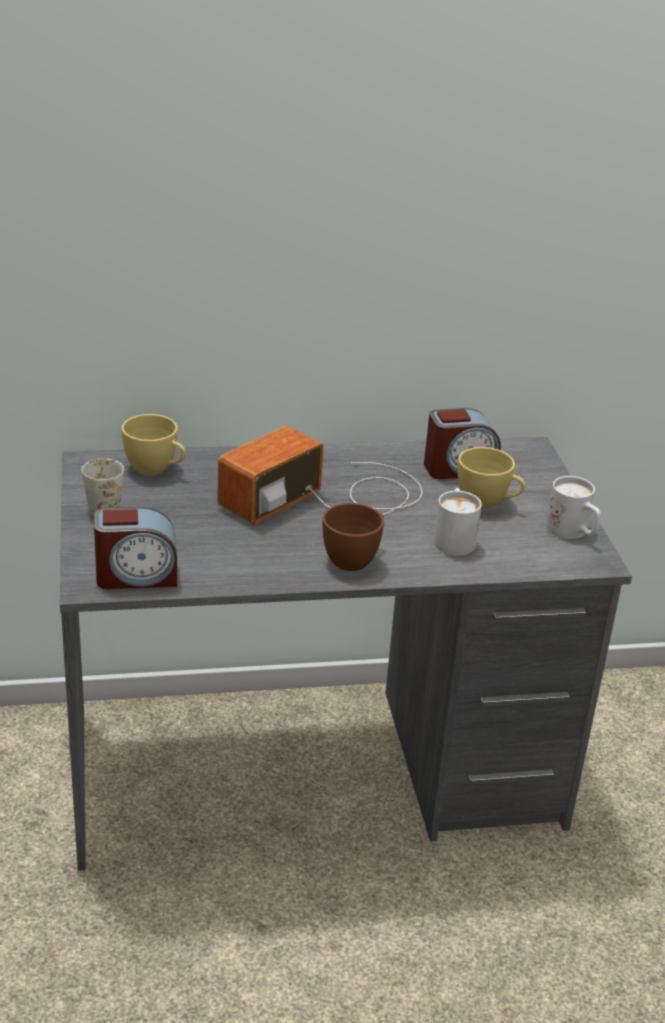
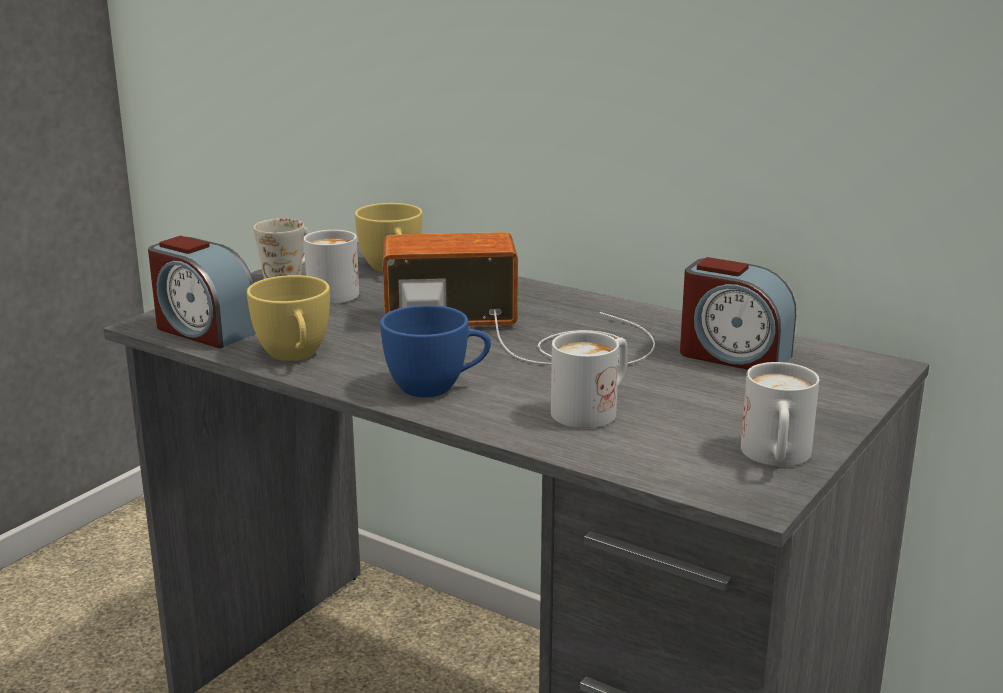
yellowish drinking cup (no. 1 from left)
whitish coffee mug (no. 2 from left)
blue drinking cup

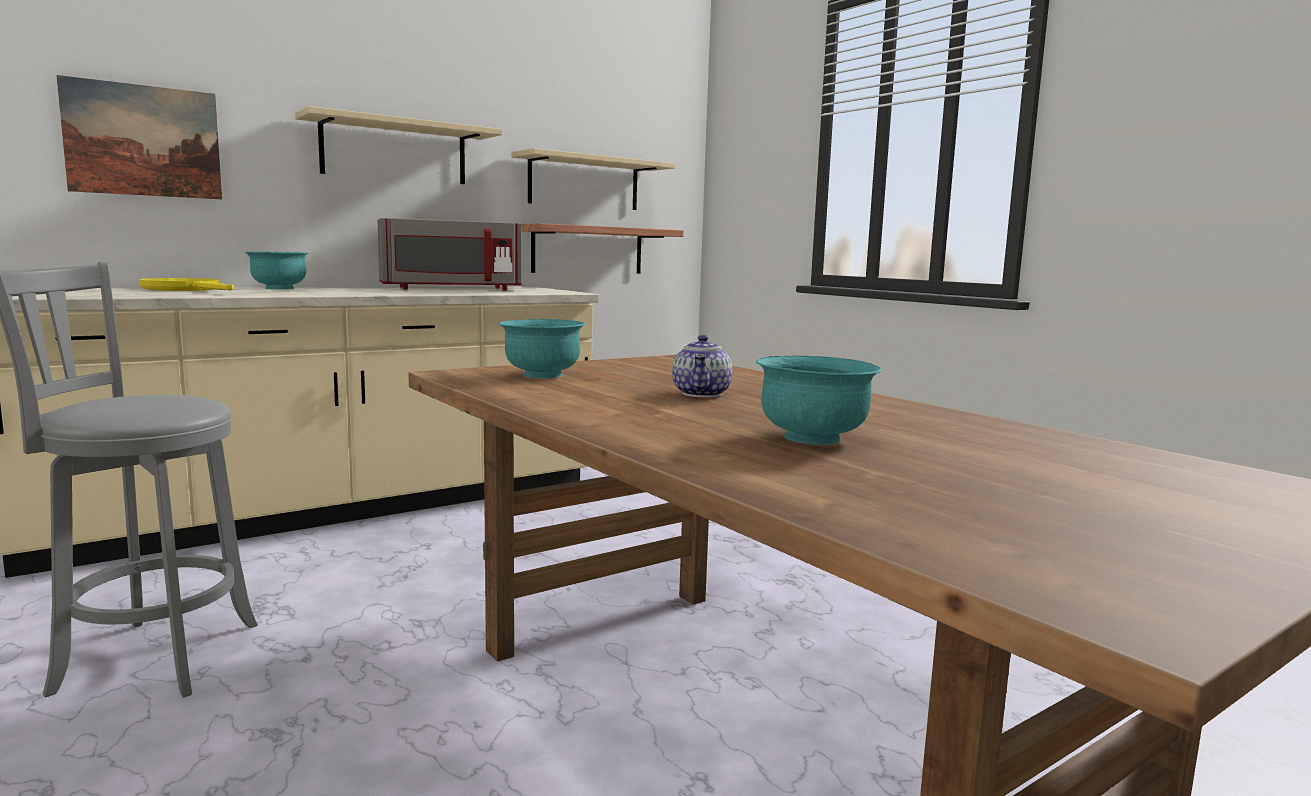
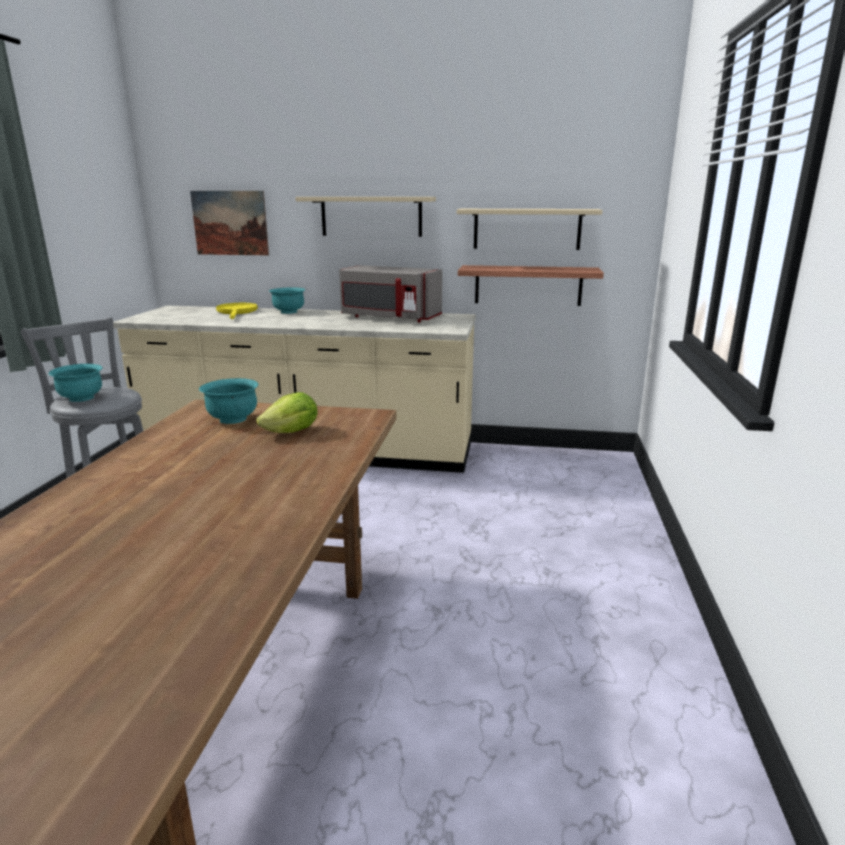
turquoise-coloured bowl (no. 1 from left)
head of lettuce
teapot

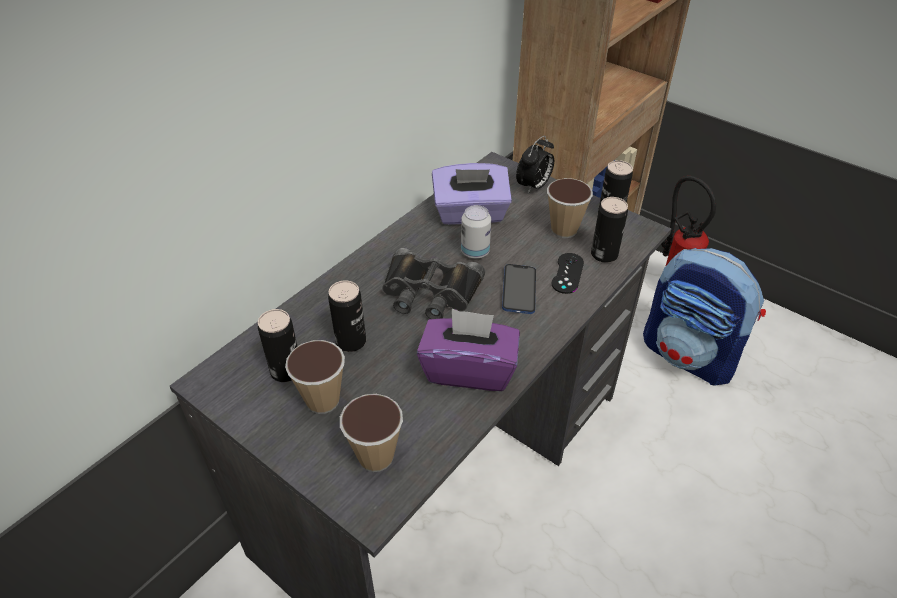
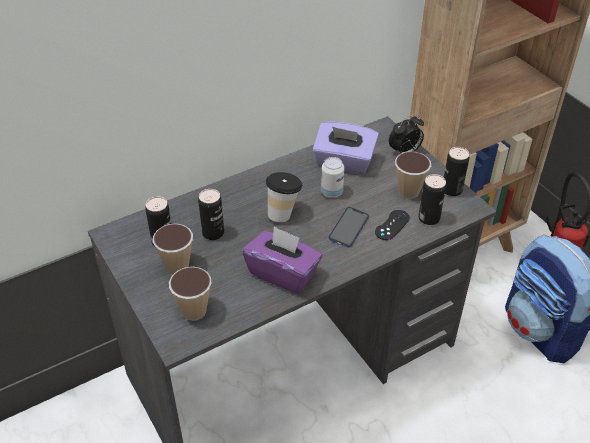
drinking cup (no. 3 from left)

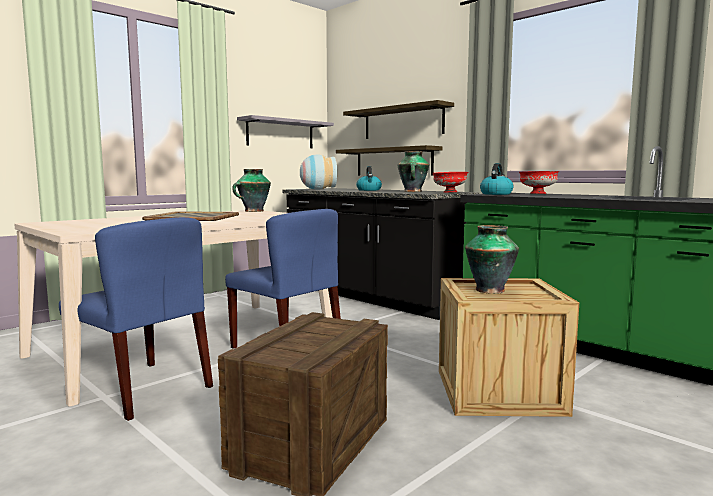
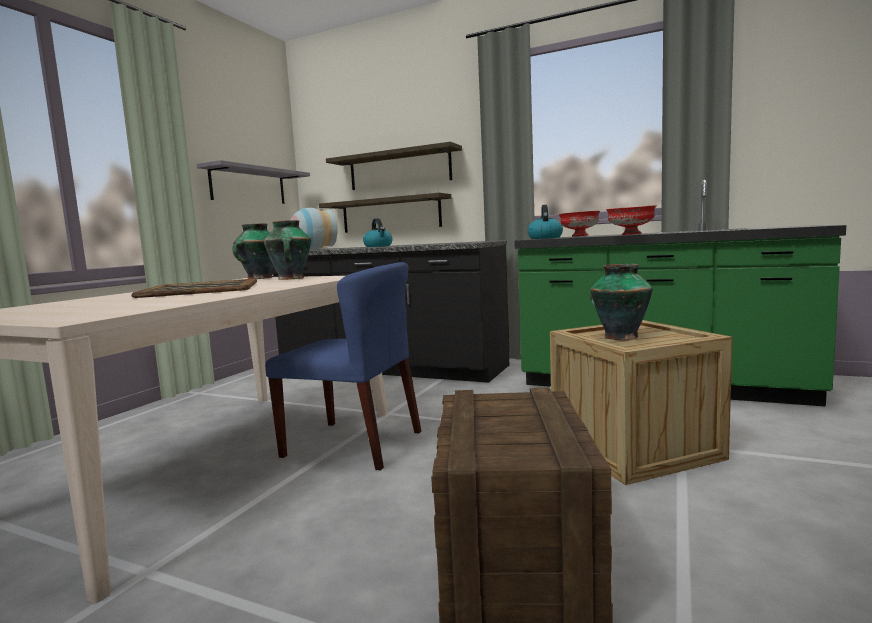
vase (no. 2 from left)
red bowl (no. 2 from left)
blue plain chair (no. 1 from left in the first image)

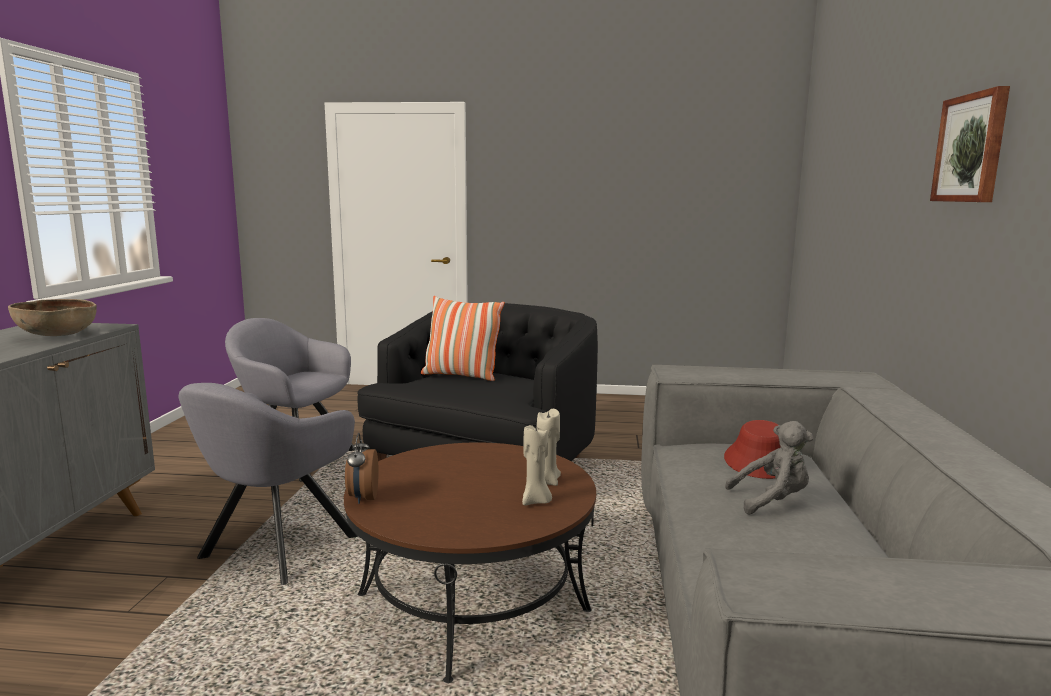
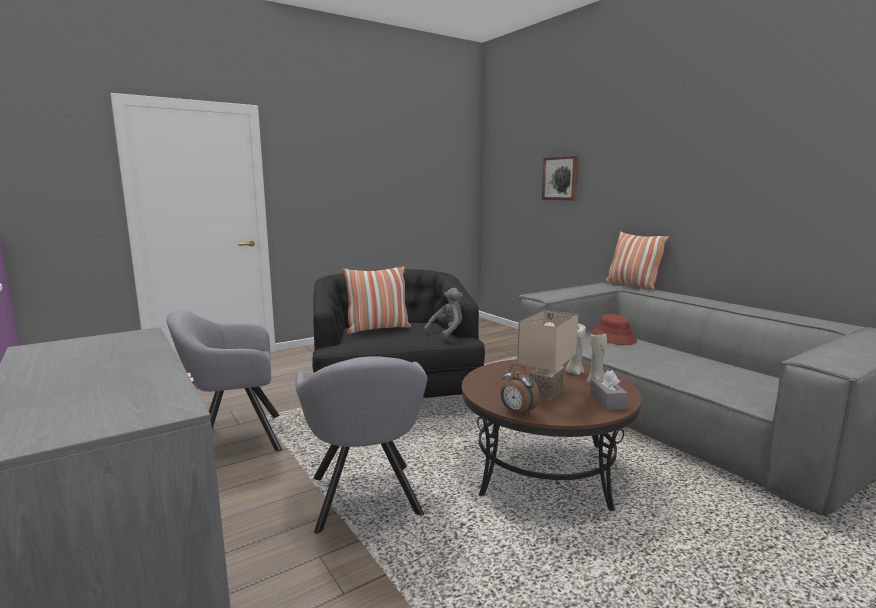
greyish cuddly toy
beige-coloured tabletop lamp
wall art
greyish tissue holder
throw pillow (no. 2 from left)
brownish bowl

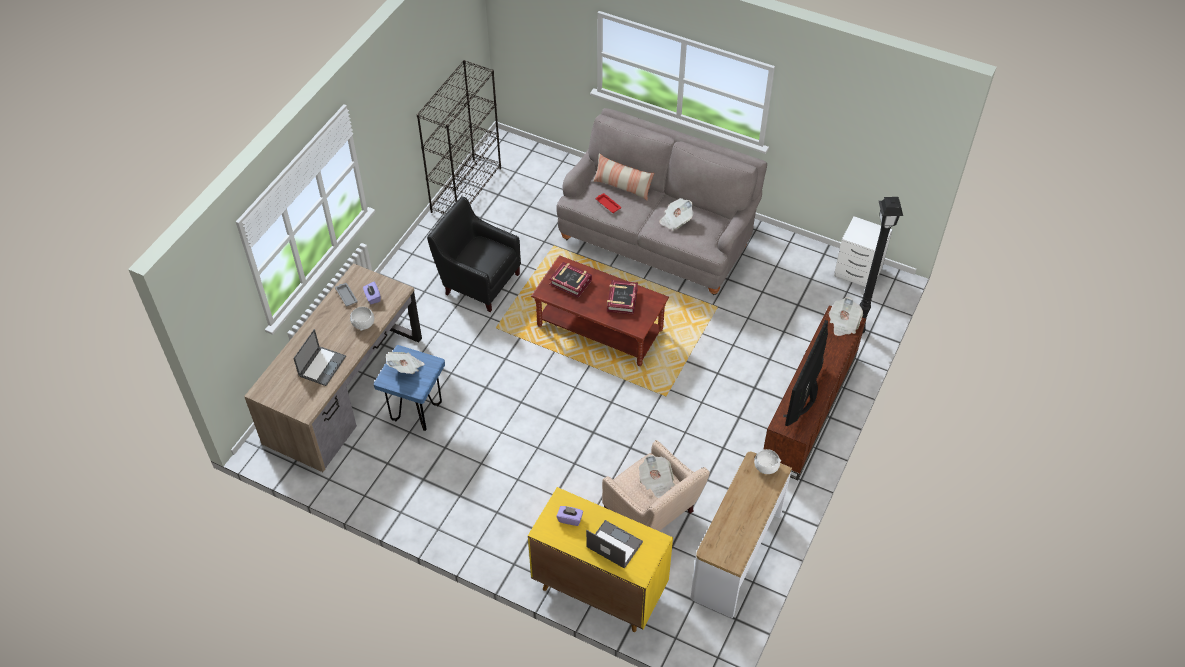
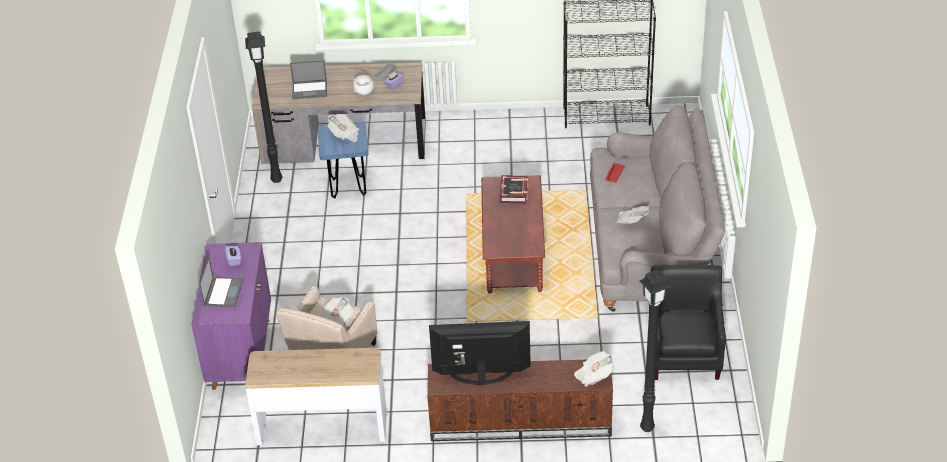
purplish cupboard
black-coloured floor lamp (no. 1 from left)
black-coloured armchair
throw pillow
volume (no. 2 from left in the first image)
whitish bowl (no. 2 from left in the first image)
whitish nightstand

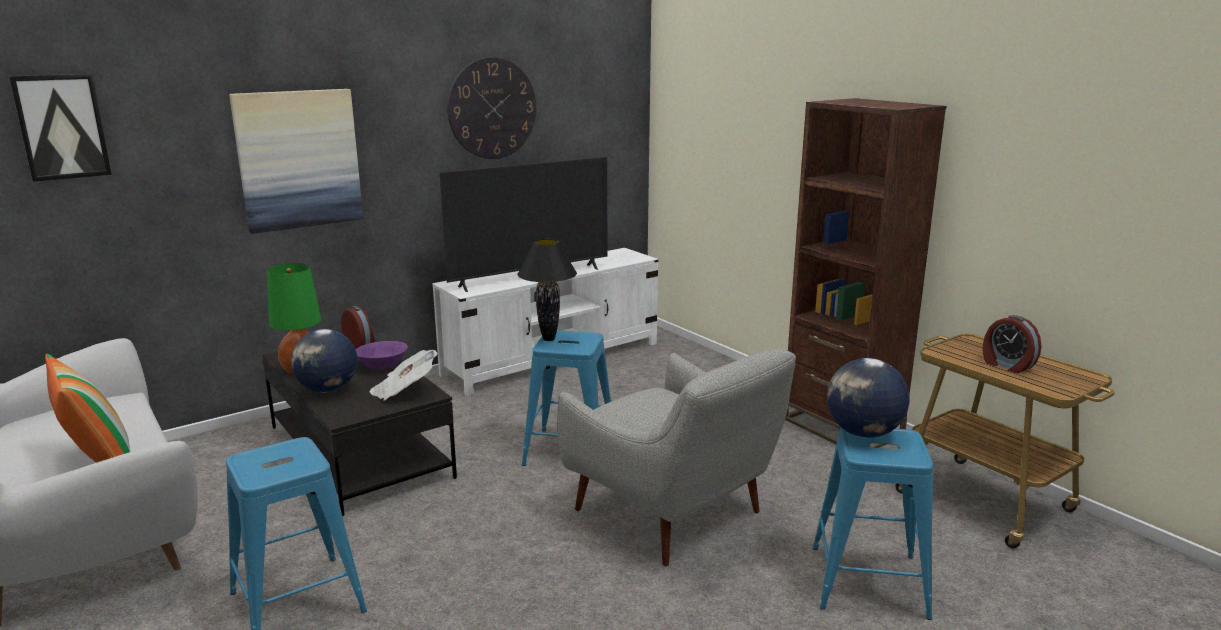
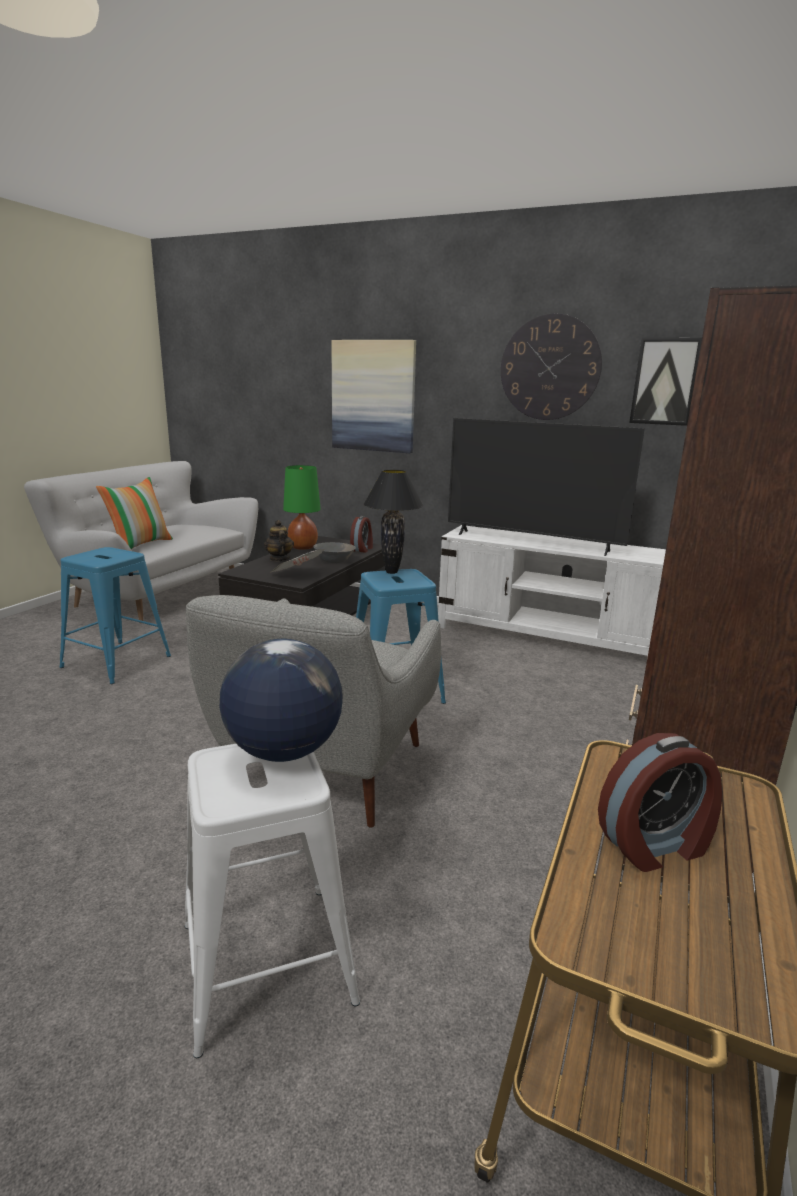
whitish sitting stool
teapot
greyish bowl
bedside clock (no. 2 from left)
wall art (no. 2 from left)

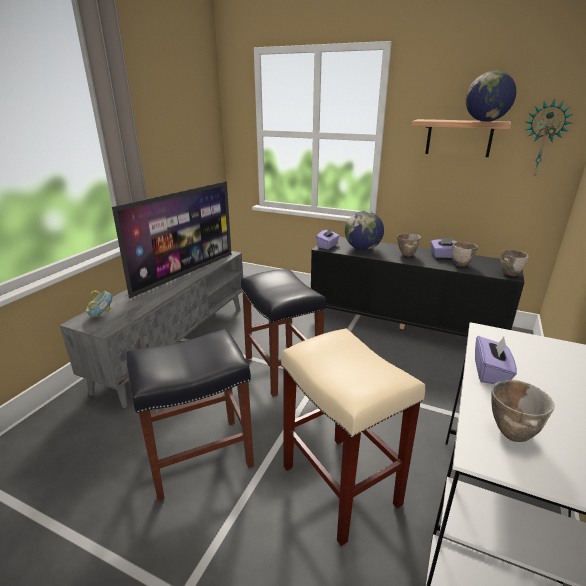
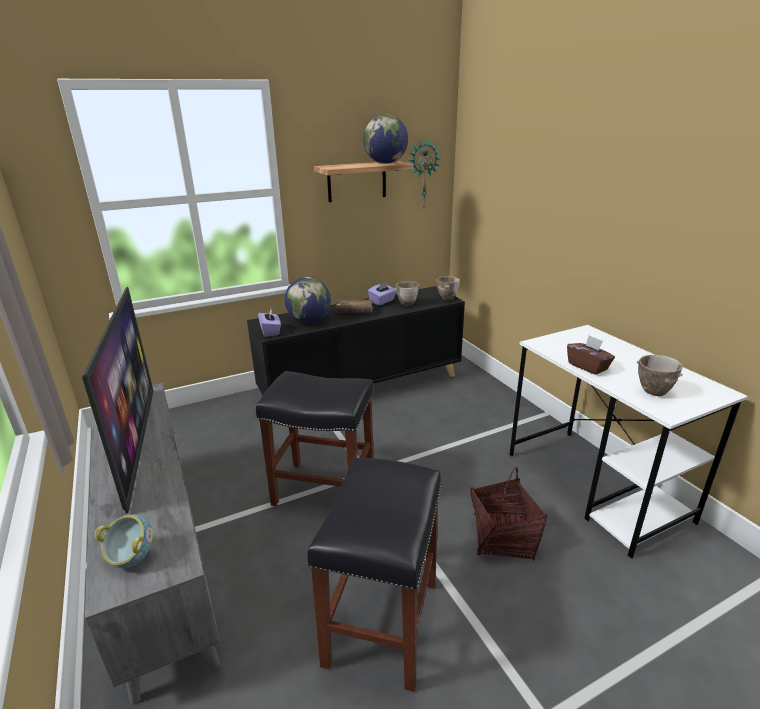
brownish volume
household basket
brownish tissue holder

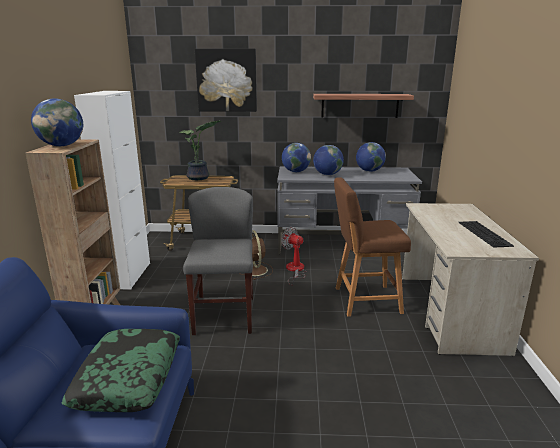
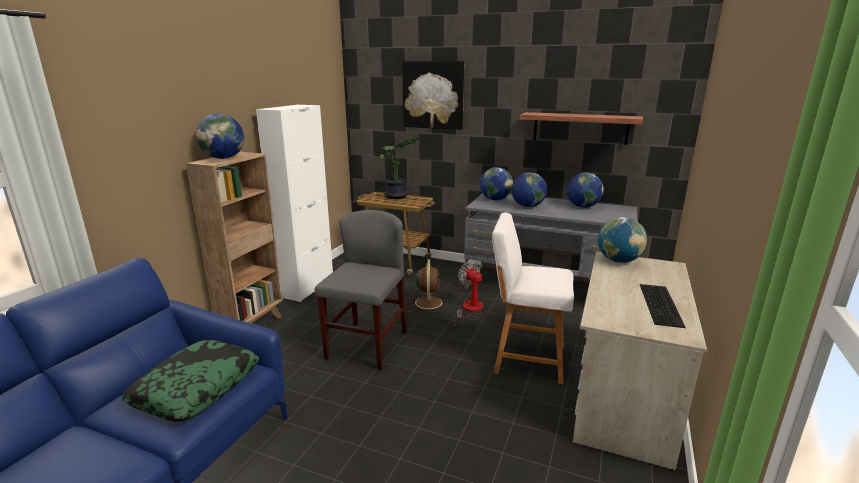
whitish sitting stool
desk globe (no. 5 from left)

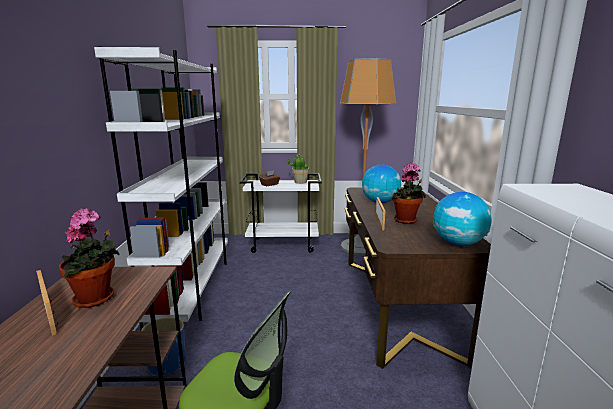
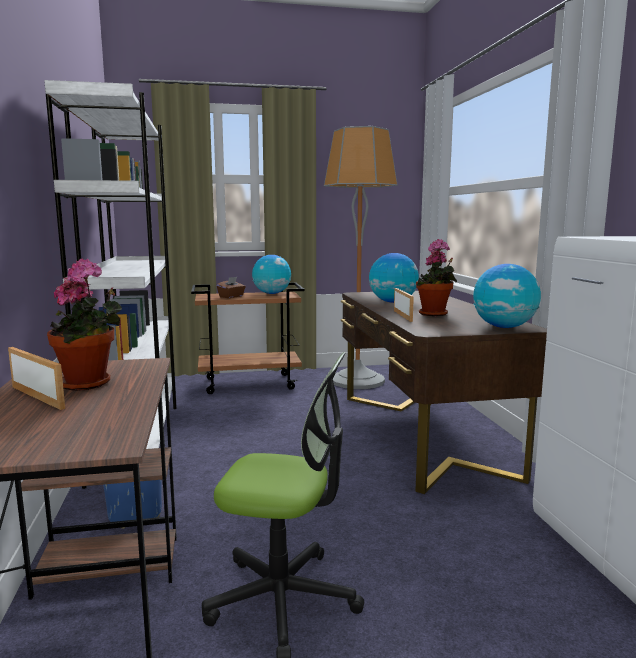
brownish wheeled cart
desk globe (no. 1 from left)

